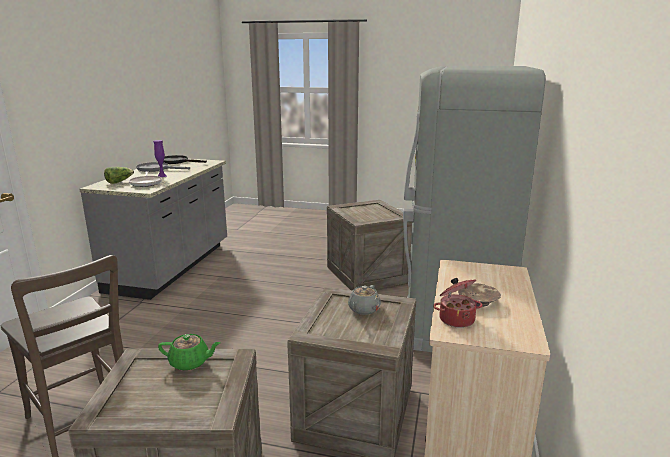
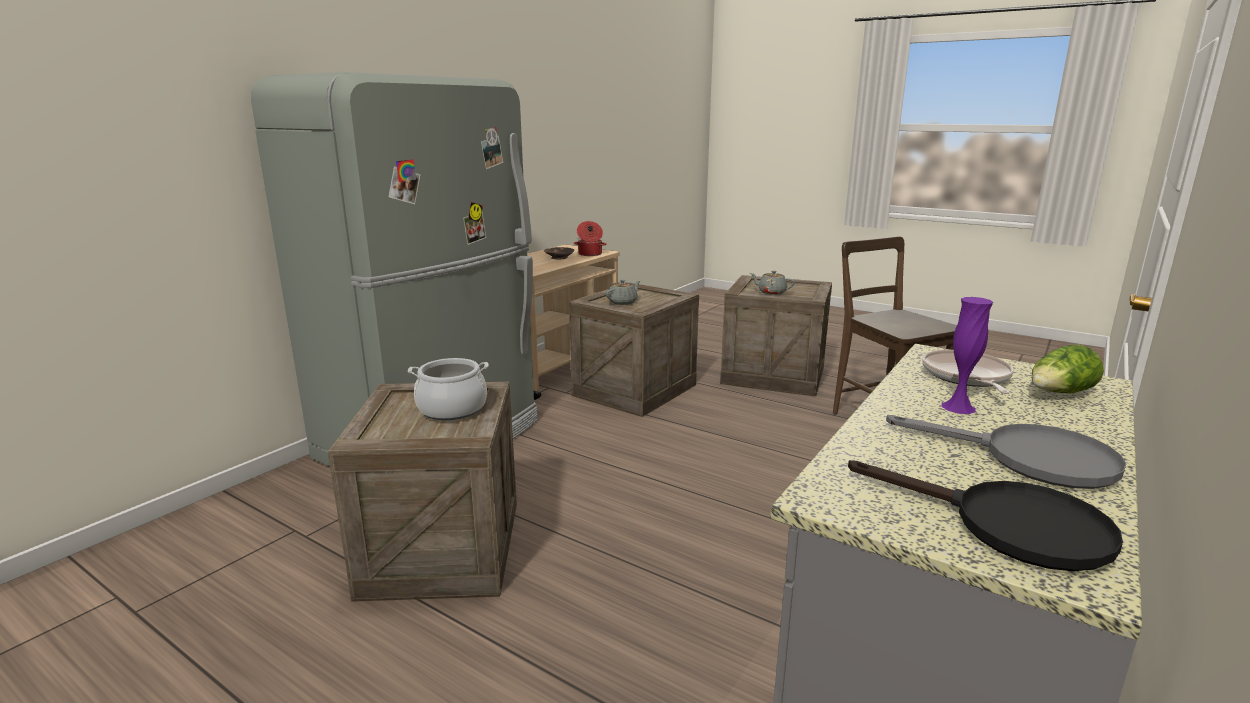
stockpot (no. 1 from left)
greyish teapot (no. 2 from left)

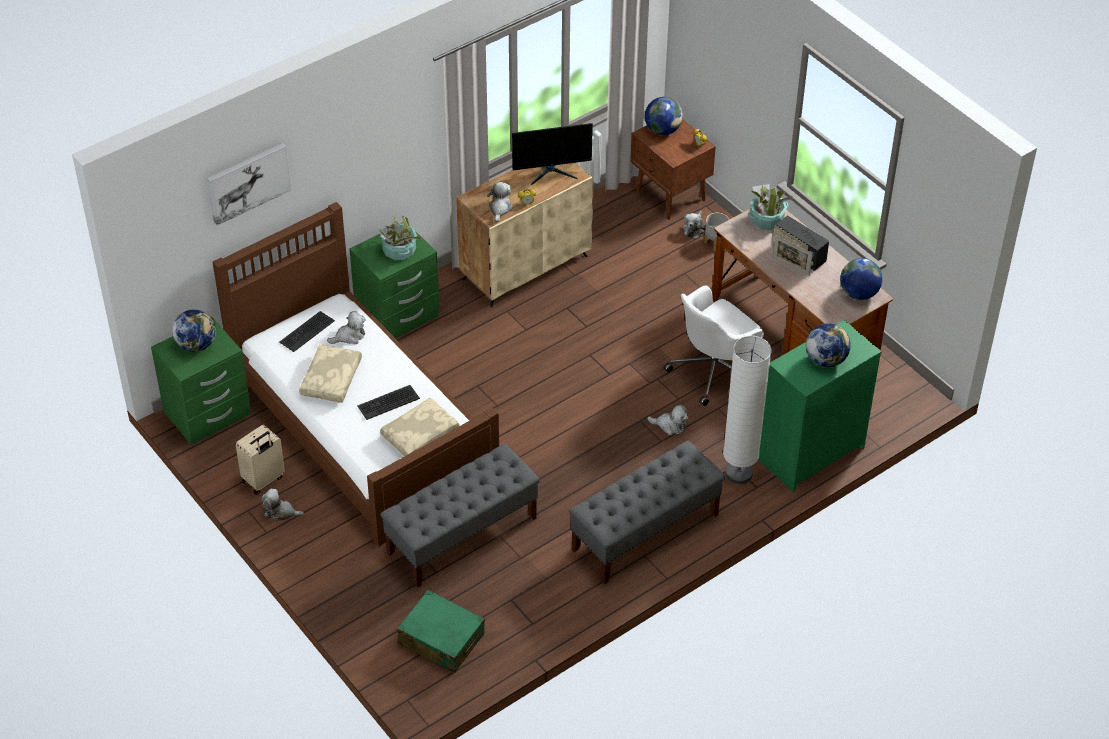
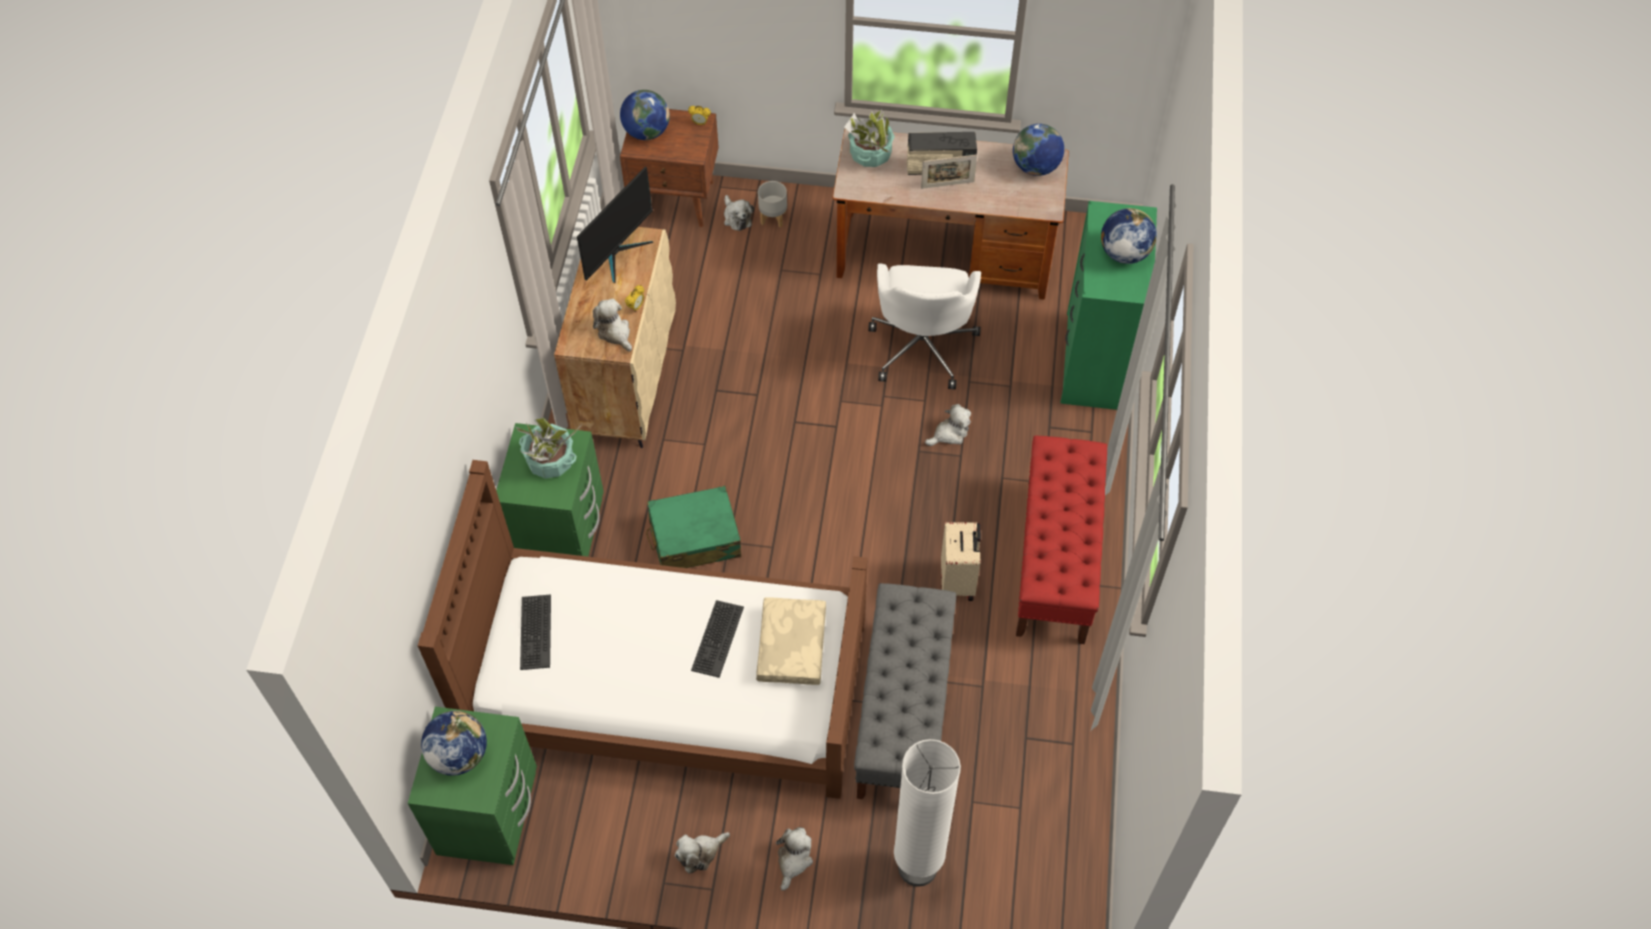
green-coloured travel case
cuddly toy (no. 4 from left)
whitish floor lamp
beige-coloured travel case
red long seat
wall art
beige-coloured throw pillow (no. 1 from left in the first image)

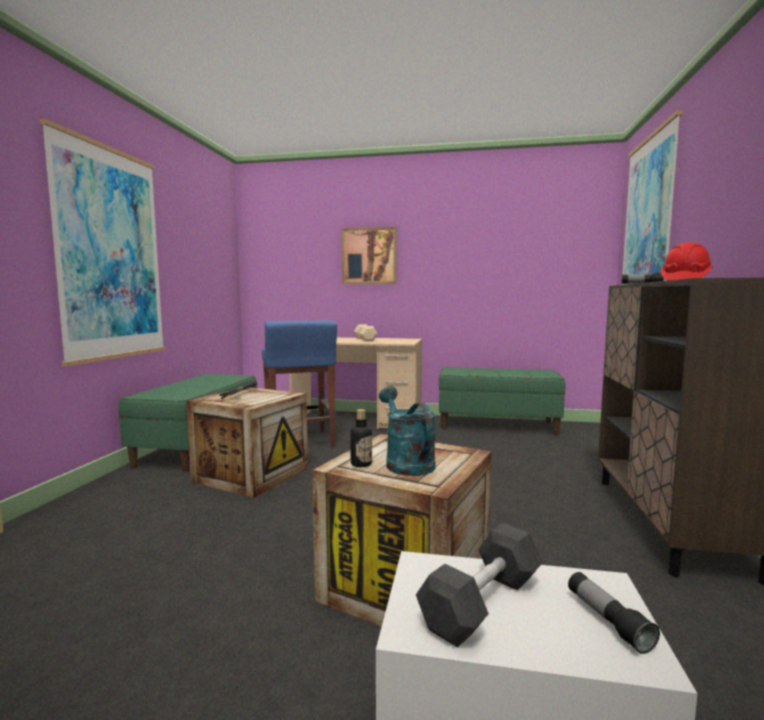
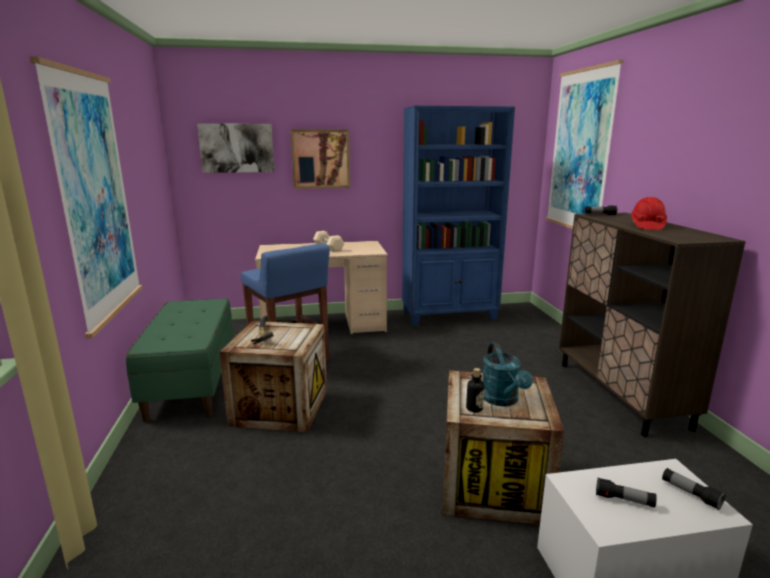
wall art (no. 2 from left)
blue shelving unit
turquoise-coloured watering pot
hand torch (no. 2 from left)

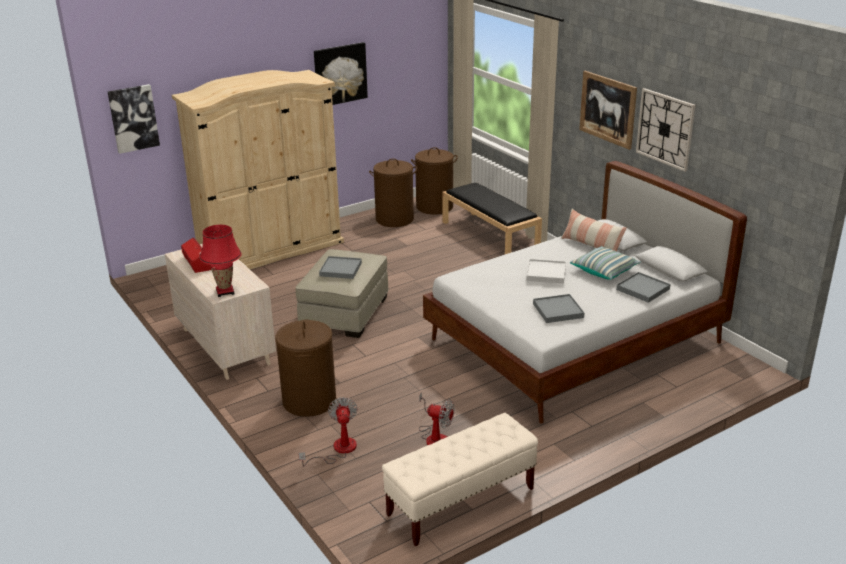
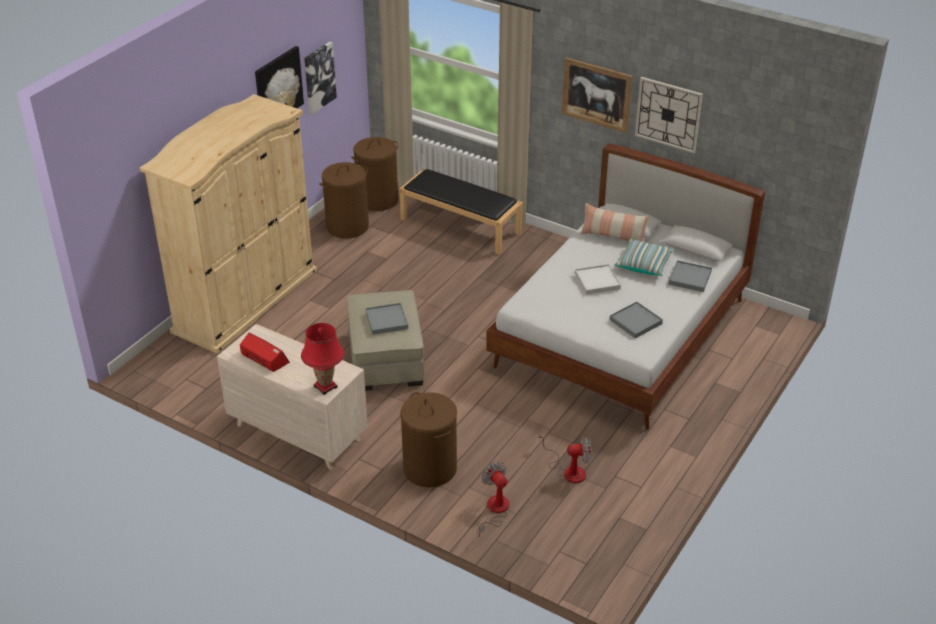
wall art (no. 2 from left)
beige-coloured long seat

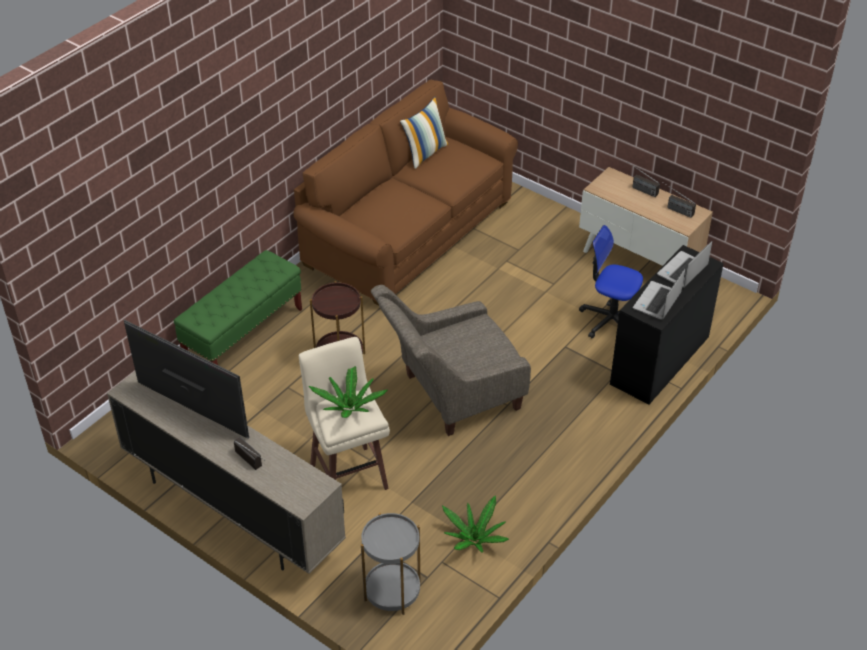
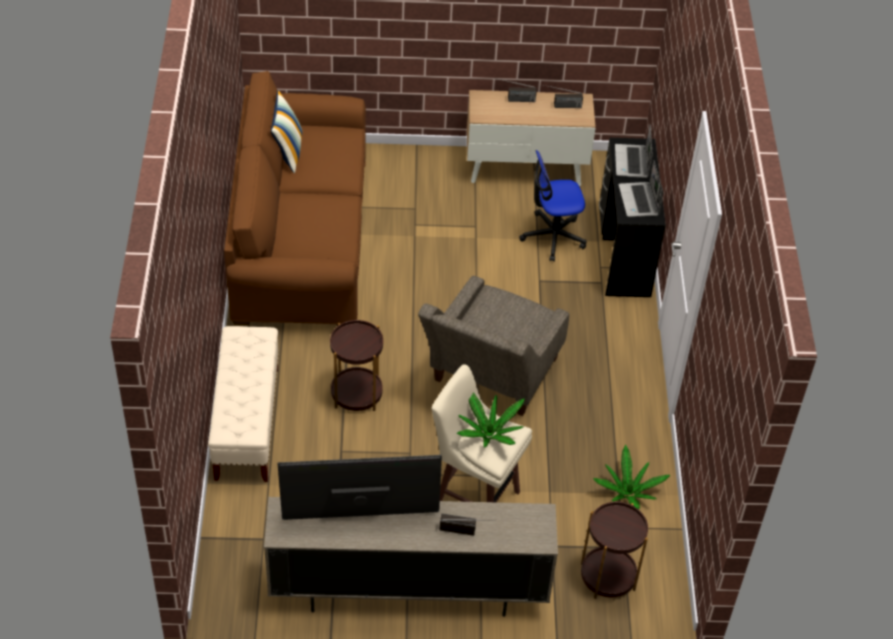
beige-coloured long seat
brownish end table (no. 2 from left)

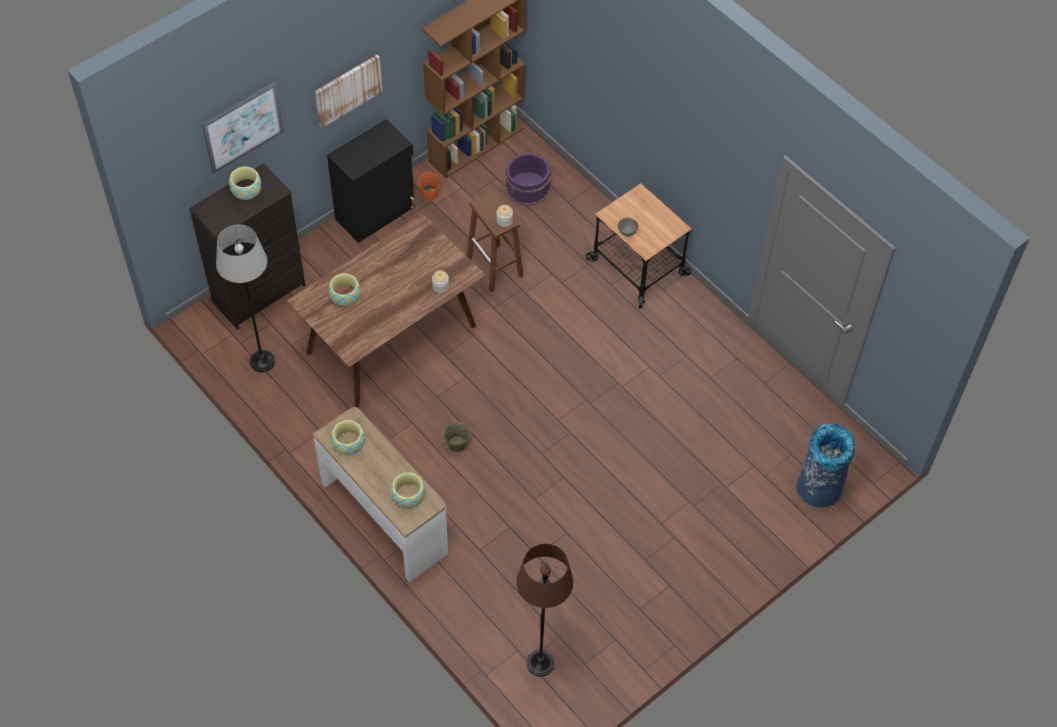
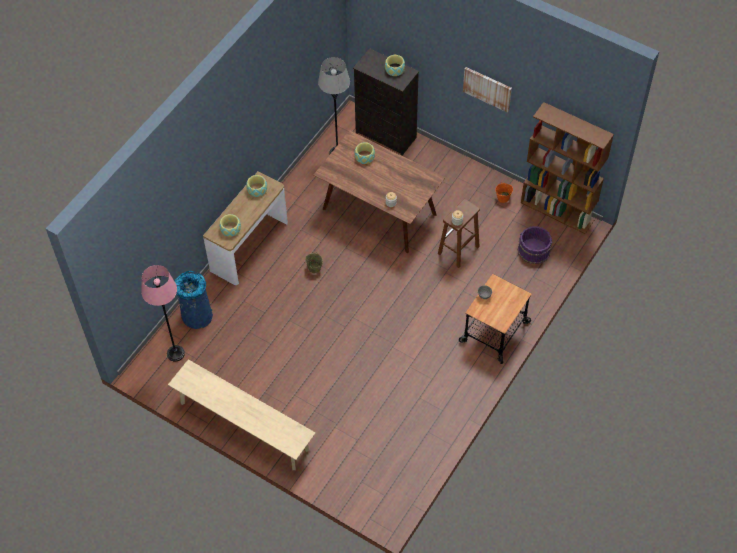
pink floor lamp
beige-coloured long seat
blue rubbish bin
wall art (no. 1 from left in the first image)
black-coloured cupboard

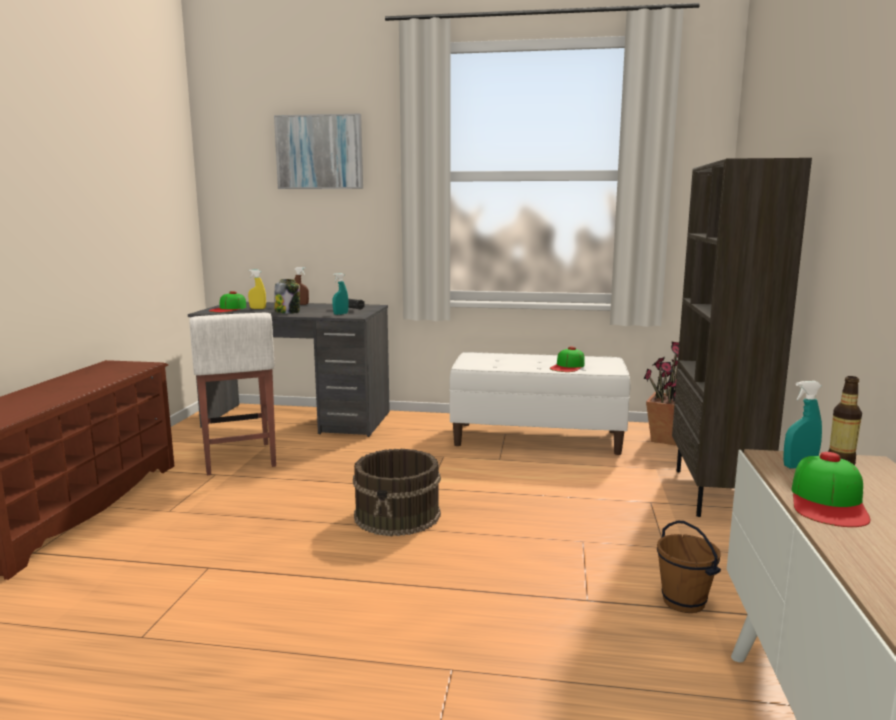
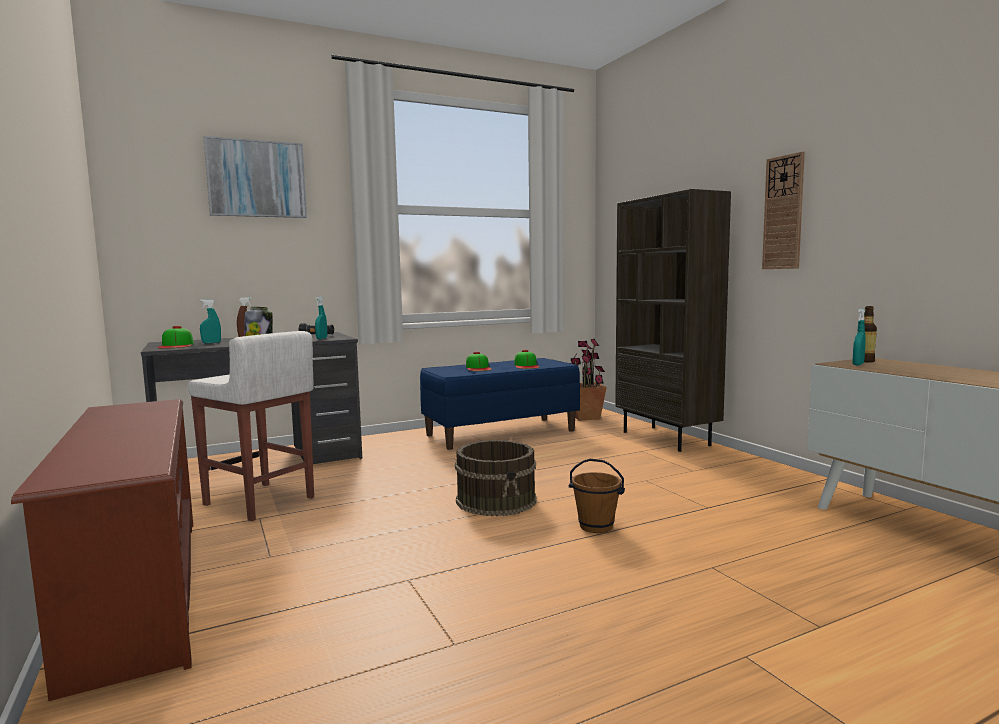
turquoise-coloured spray bottle (no. 1 from left)
blue long seat
peaked cap (no. 2 from left)
brownish water bucket (no. 2 from left)
clock on the wall

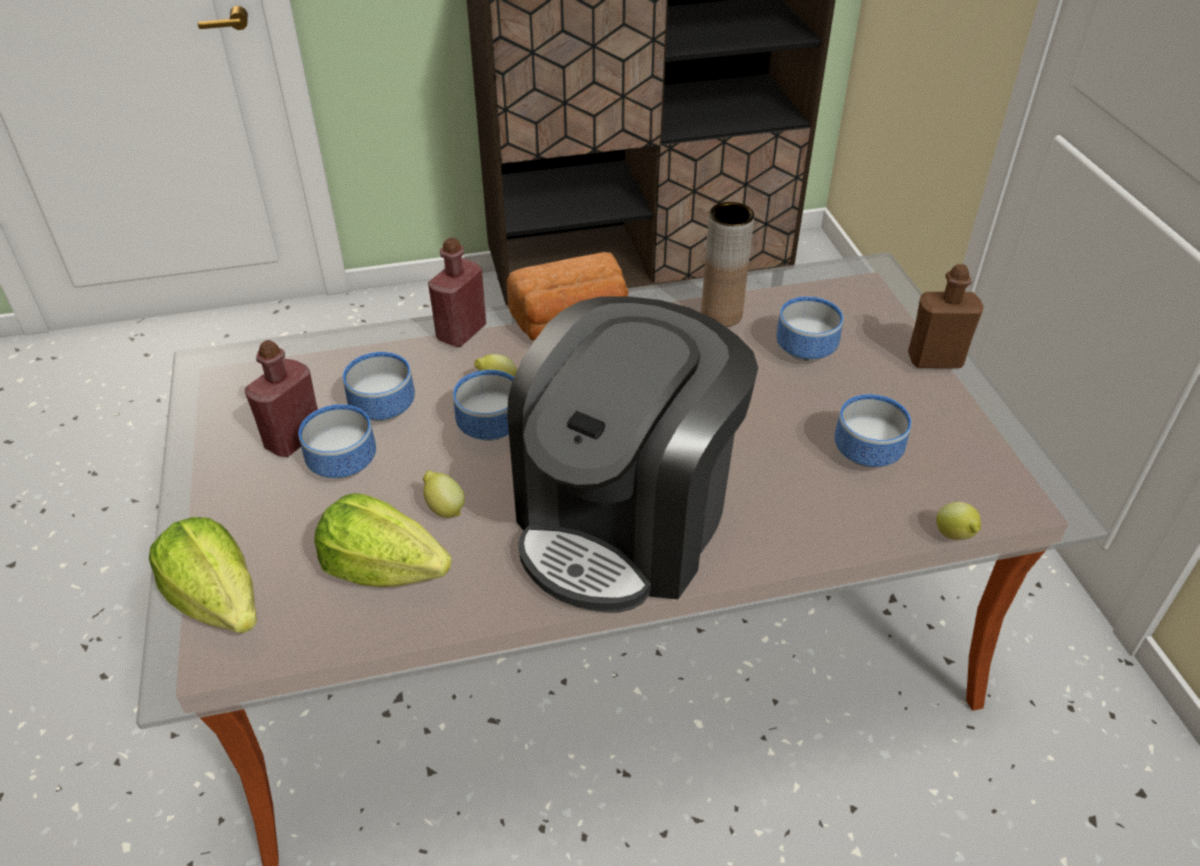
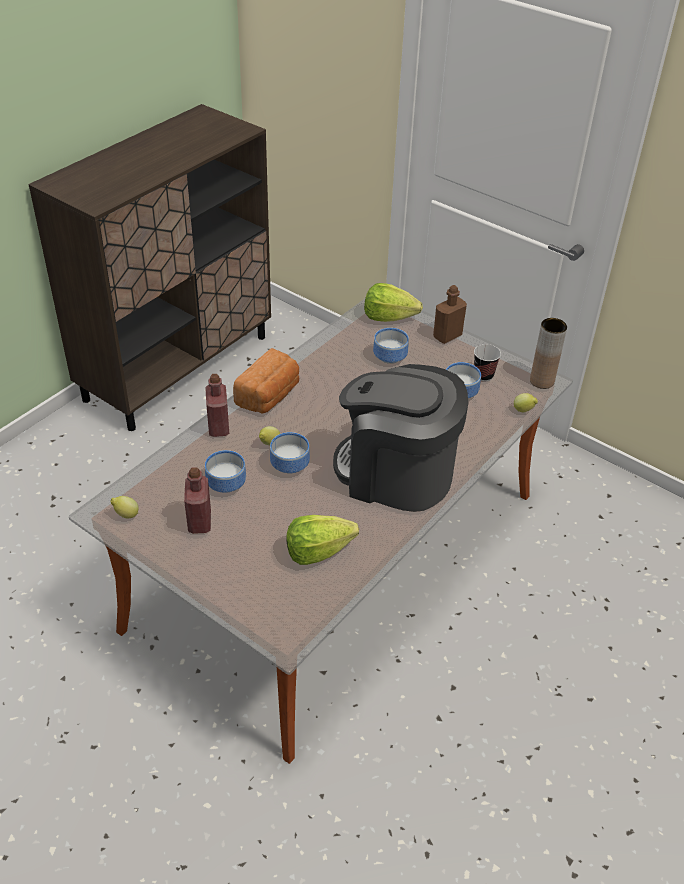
lemon (no. 1 from left)
coffee brewer
head of lettuce (no. 2 from left)
drinking cup
brownish vase
bowl (no. 1 from left in the first image)

